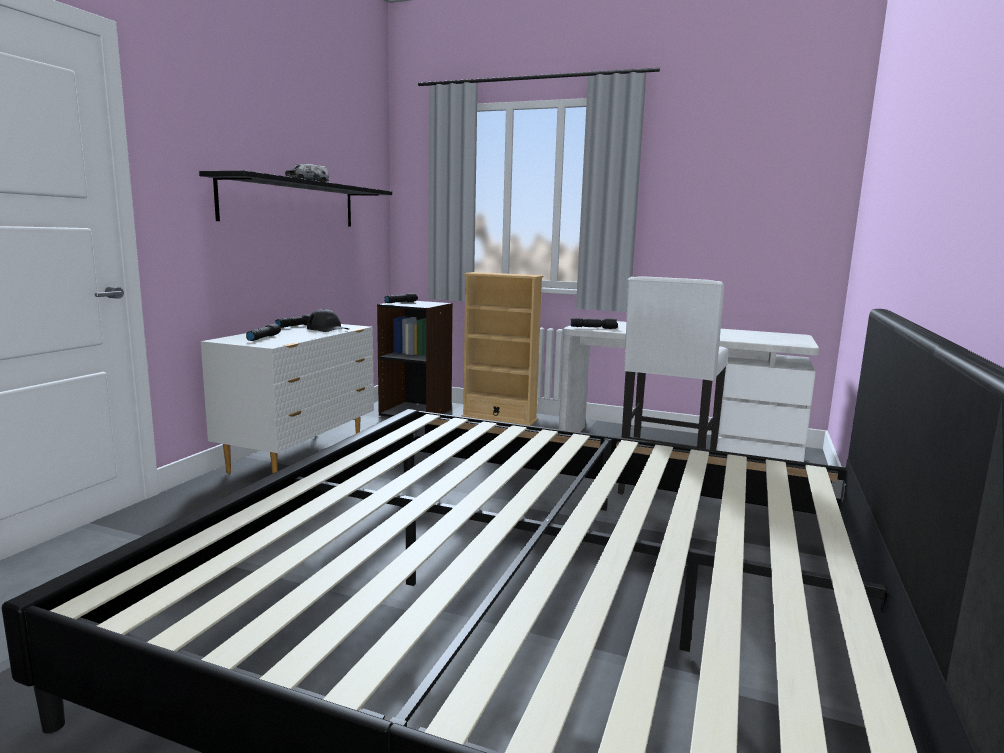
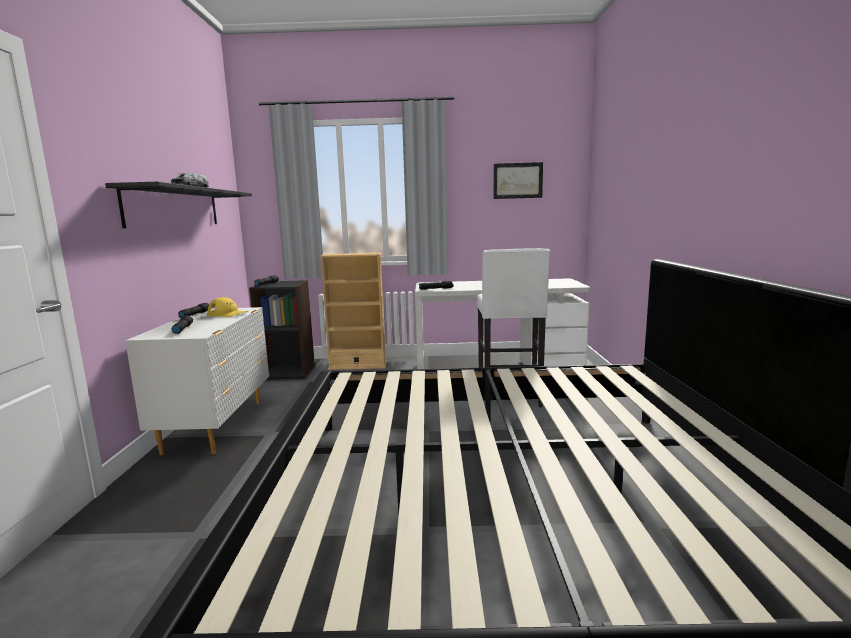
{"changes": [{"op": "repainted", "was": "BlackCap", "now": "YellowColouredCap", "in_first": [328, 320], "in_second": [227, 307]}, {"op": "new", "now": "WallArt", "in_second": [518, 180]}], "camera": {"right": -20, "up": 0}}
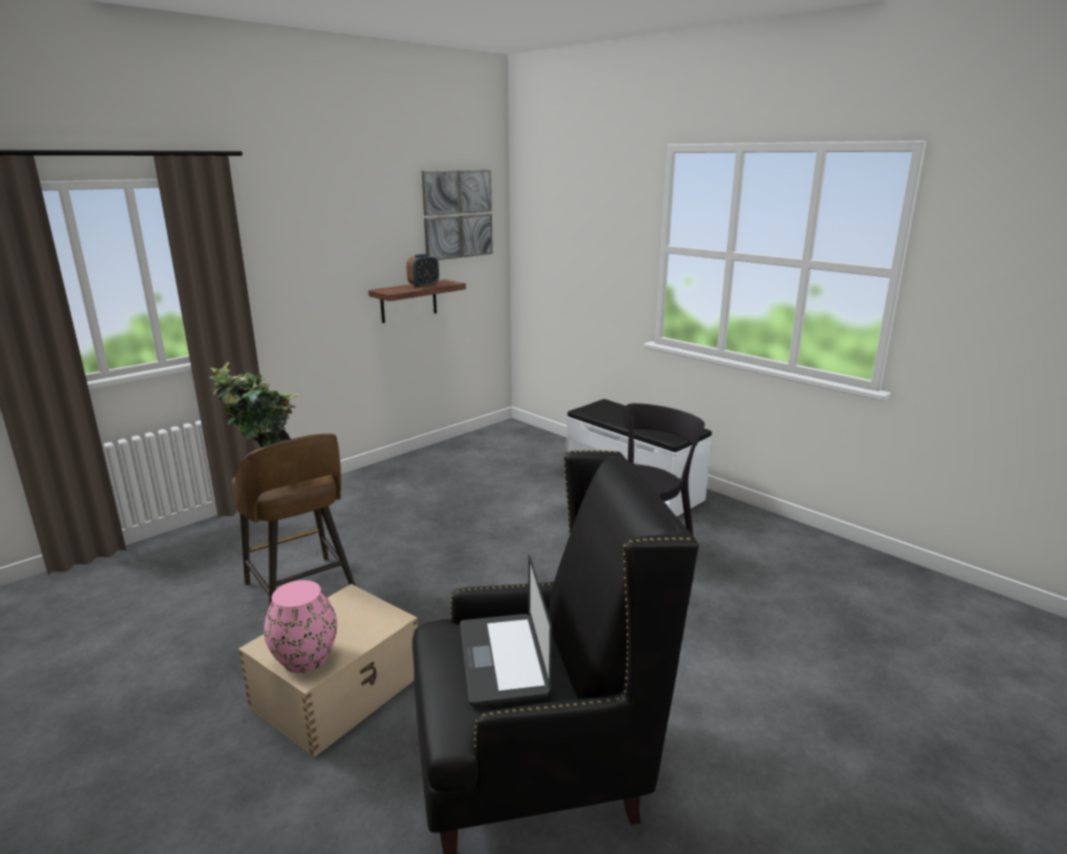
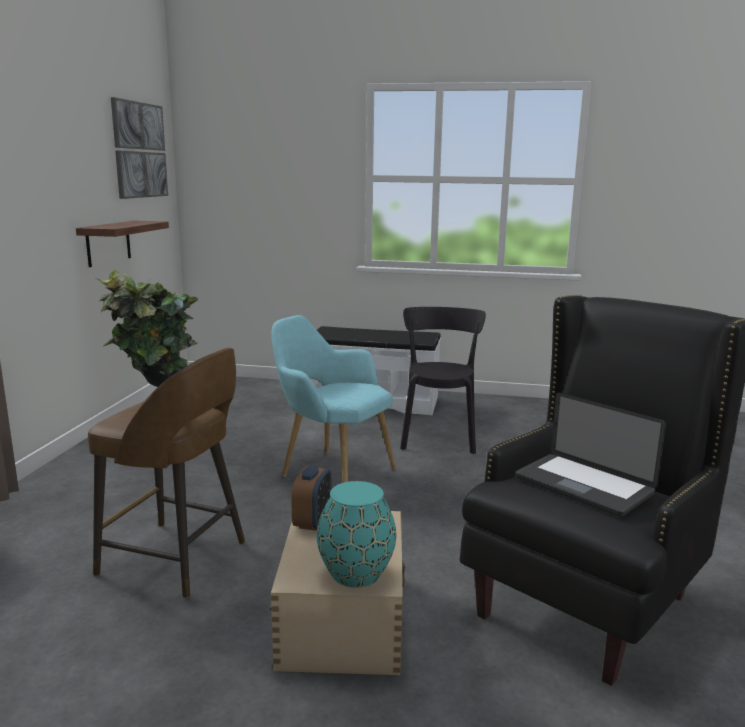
{"changes": [{"op": "repainted", "was": "PinkColouredFlowerVase", "now": "TurquoiseFlowerVase", "in_first": [300, 626], "in_second": [356, 534]}, {"op": "shifted", "was": "TableClock", "in_first": [422, 271], "in_second": [311, 498]}, {"op": "new", "now": "TurquoiseArmchair", "in_second": [333, 399]}], "camera": {"right": -35, "up": -5}}
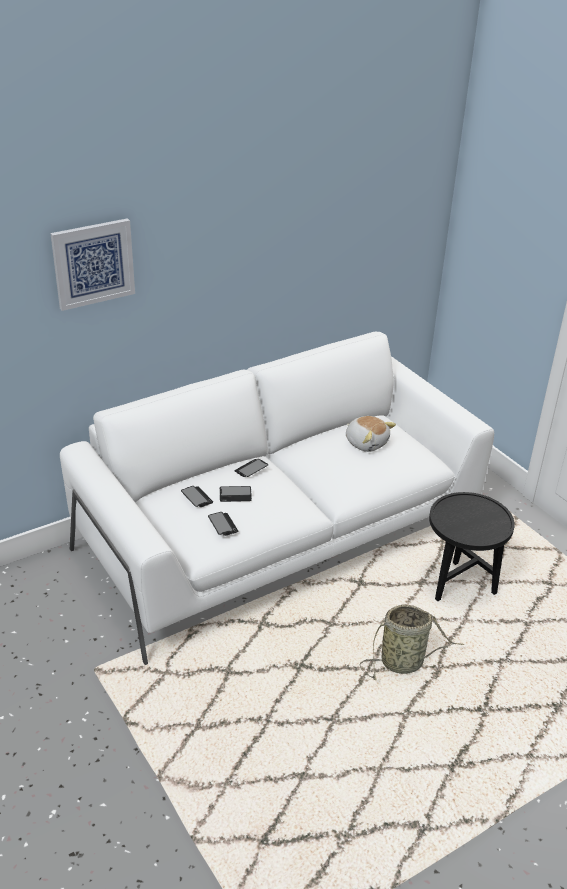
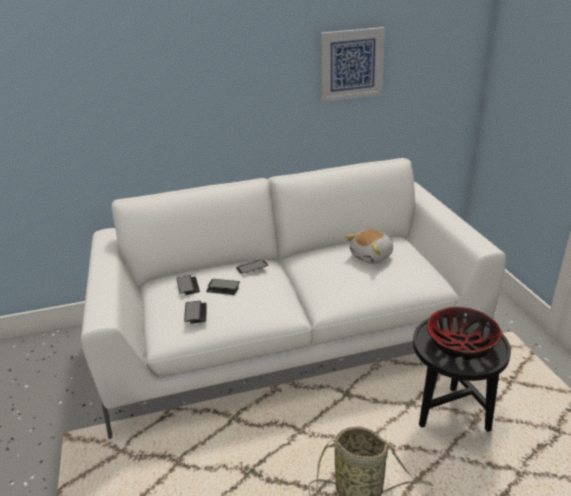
{"changes": [{"op": "shifted", "was": "WallArt", "in_first": [92, 264], "in_second": [352, 64]}, {"op": "rotated", "was": "CuddlyToy", "in_first": [371, 434], "in_second": [369, 247], "clockwise": 75}, {"op": "new", "now": "Bowl", "in_second": [464, 333]}], "camera": {"right": 20, "up": -5}}
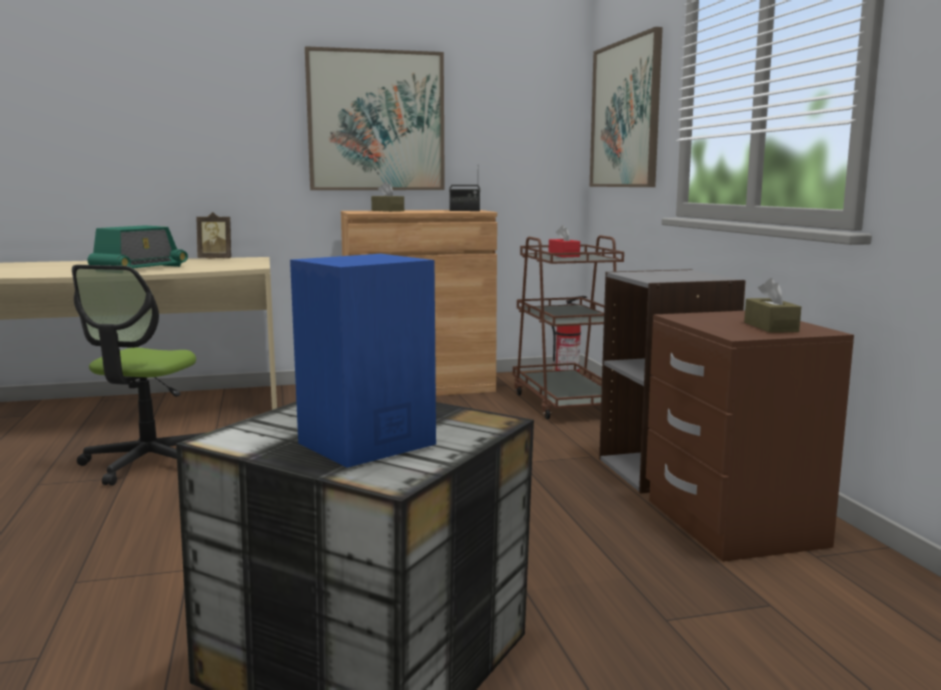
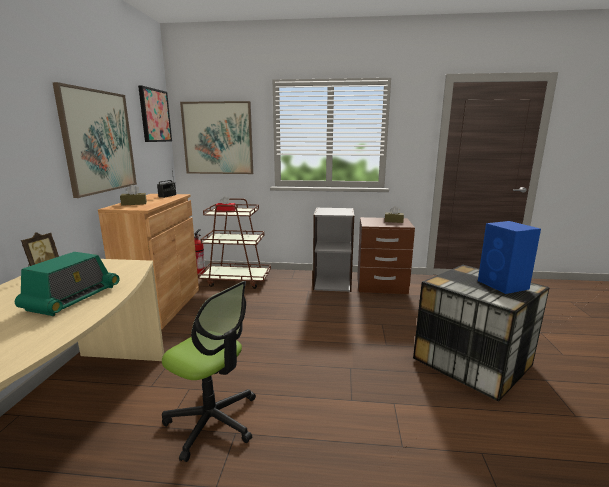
{"changes": [{"op": "rotated", "was": "RadioReceiver", "in_first": [137, 246], "in_second": [67, 284], "clockwise": 60}, {"op": "new", "now": "WallArt", "in_second": [155, 113]}], "camera": {"right": -70, "up": 5}}
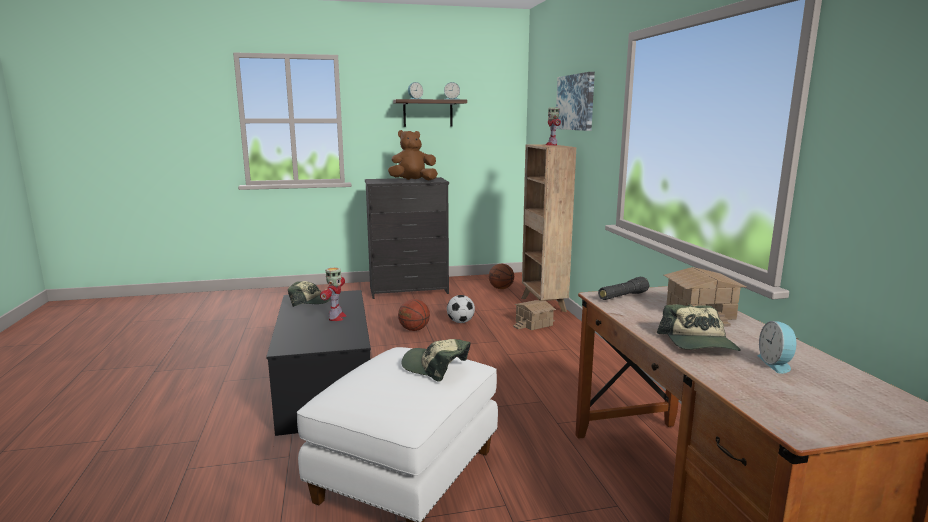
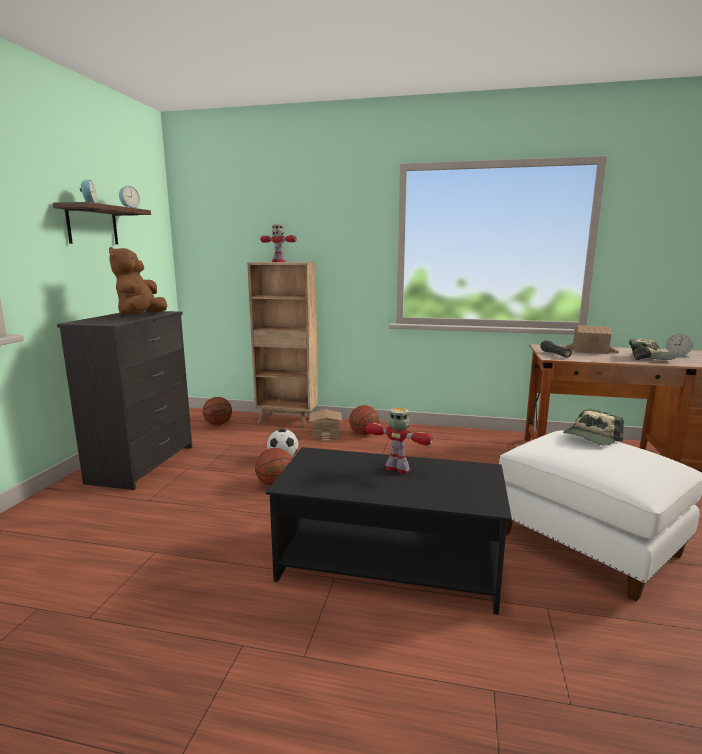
{"changes": [{"op": "gone", "was": "Cap", "in_first": [309, 294]}, {"op": "gone", "was": "WallArt", "in_first": [575, 101]}, {"op": "new", "now": "BallForBasketball", "in_second": [364, 420]}], "camera": {"right": -65, "up": 0}}
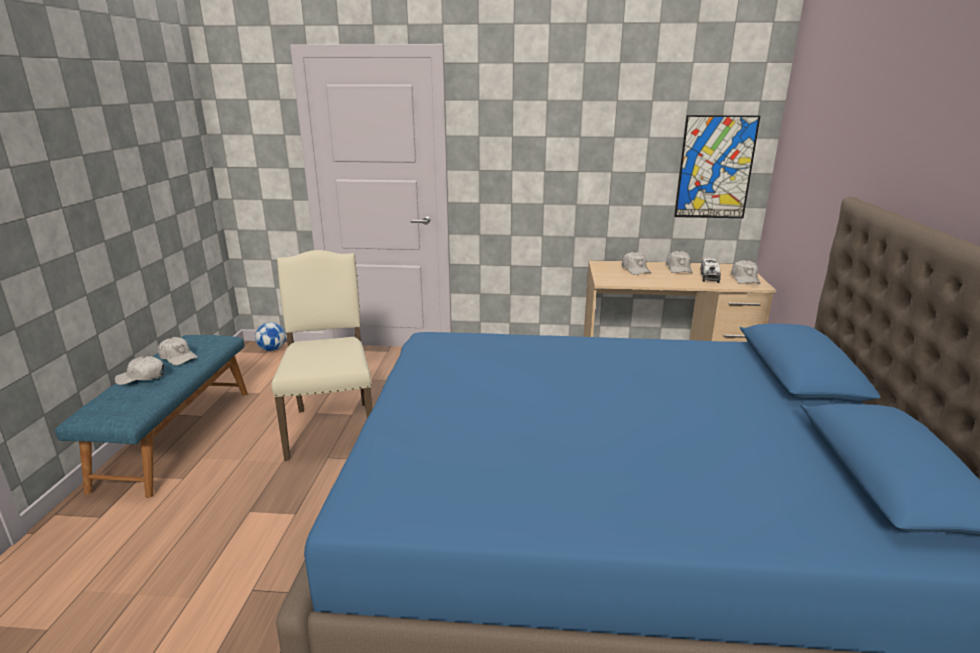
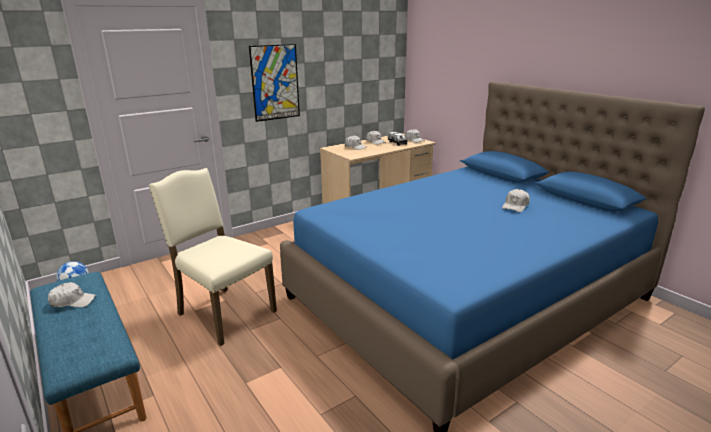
{"changes": [{"op": "shifted", "was": "WhiteCap", "in_first": [139, 370], "in_second": [516, 200]}, {"op": "shifted", "was": "WallArt", "in_first": [717, 166], "in_second": [274, 83]}], "camera": {"right": -40, "up": 0}}
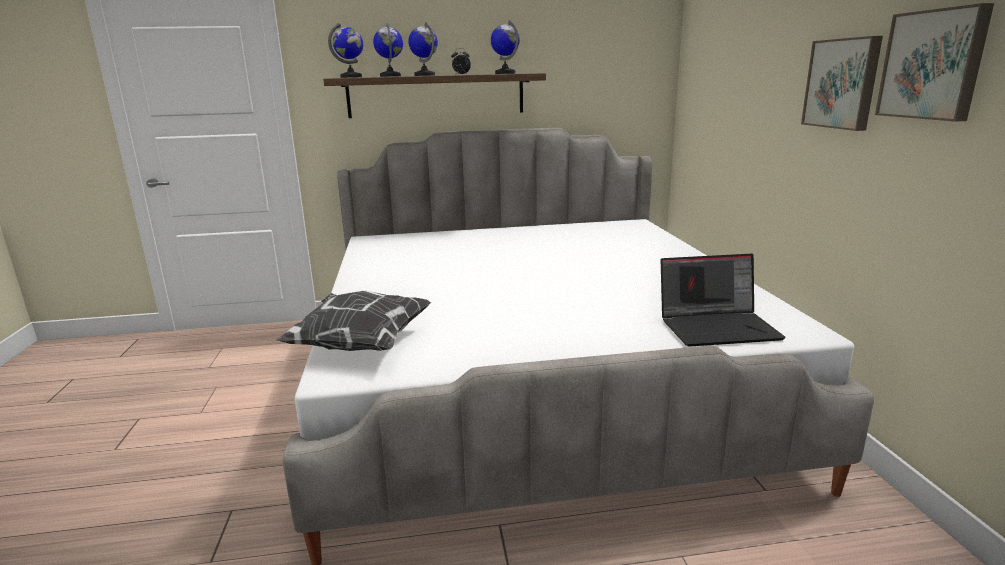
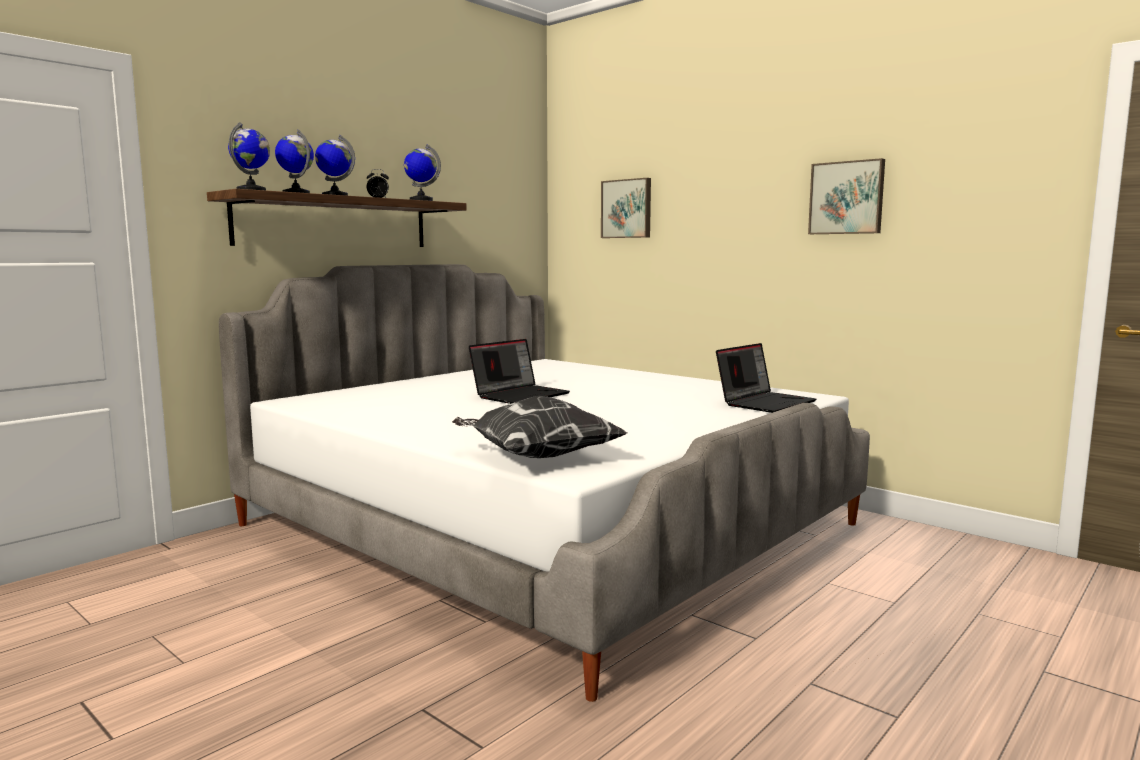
{"changes": [{"op": "shifted", "was": "WallArt", "in_first": [842, 83], "in_second": [626, 208]}, {"op": "new", "now": "NotebookComputer", "in_second": [519, 371]}], "camera": {"right": -40, "up": -10}}
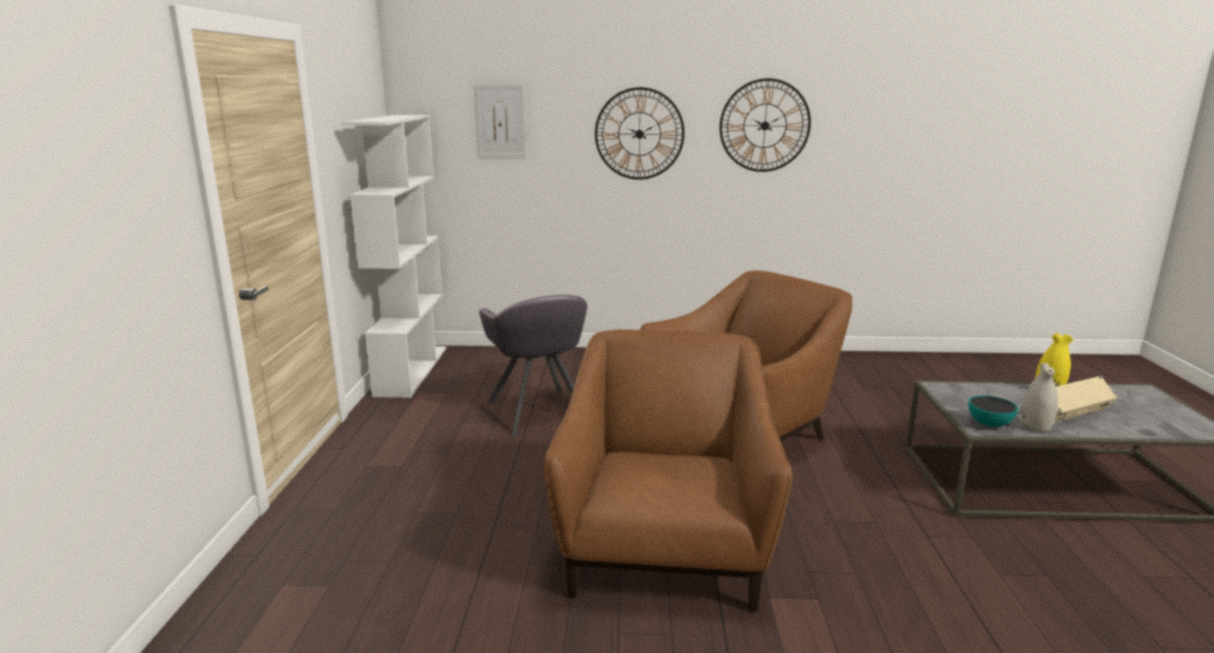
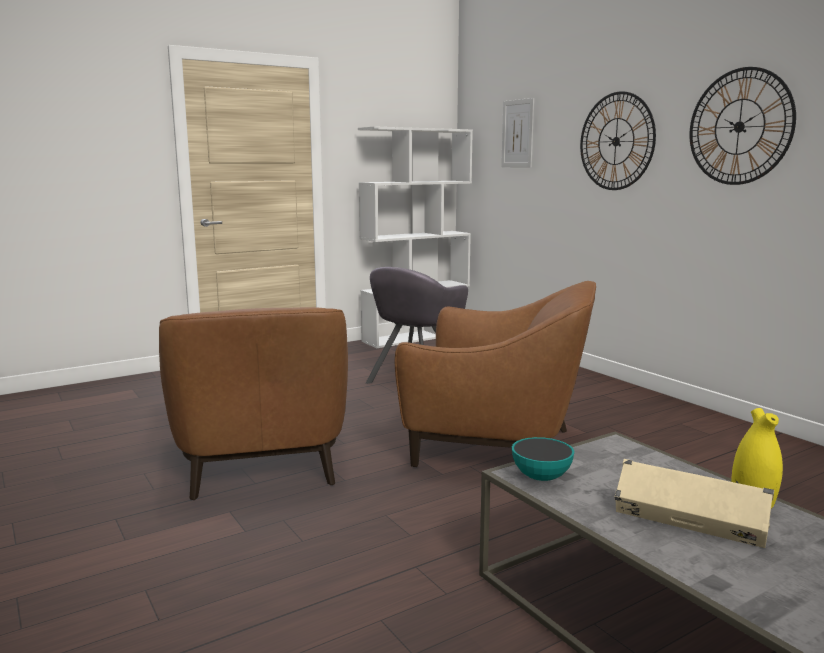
{"changes": [{"op": "rotated", "was": "BrownColouredArmchair", "in_first": [668, 470], "in_second": [253, 403], "clockwise": 105}, {"op": "gone", "was": "WhiteFlowerVase", "in_first": [1039, 397]}], "camera": {"right": 55, "up": -5}}
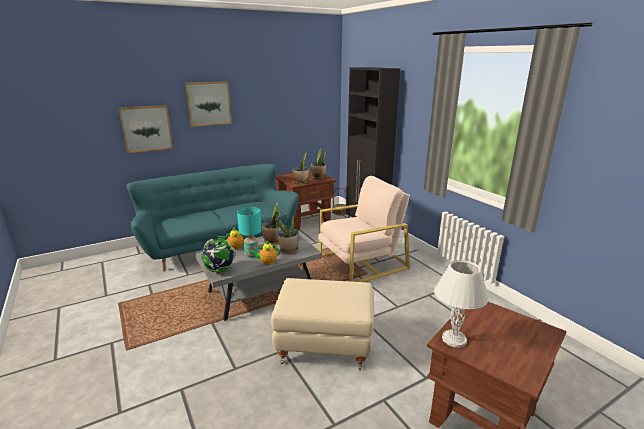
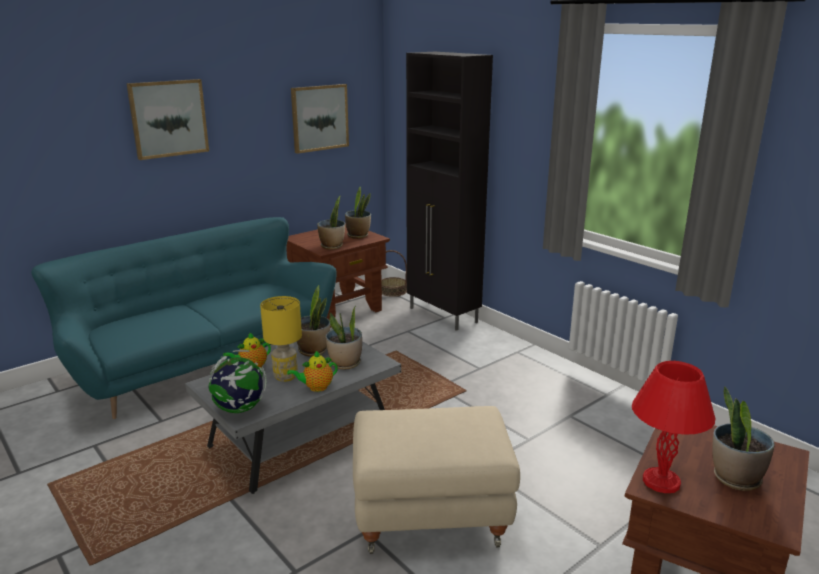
{"changes": [{"op": "shifted", "was": "WallArt", "in_first": [146, 129], "in_second": [320, 119]}, {"op": "repainted", "was": "TurquoiseTabletopLamp", "now": "YellowColouredTabletopLamp", "in_first": [249, 232], "in_second": [281, 339]}, {"op": "gone", "was": "BeigeArmchair", "in_first": [364, 229]}, {"op": "repainted", "was": "WhiteTabletopLamp", "now": "RedColouredTabletopLamp", "in_first": [461, 304], "in_second": [673, 427]}, {"op": "new", "now": "PottedPlant", "in_second": [743, 439]}], "camera": {"right": -10, "up": 0}}
